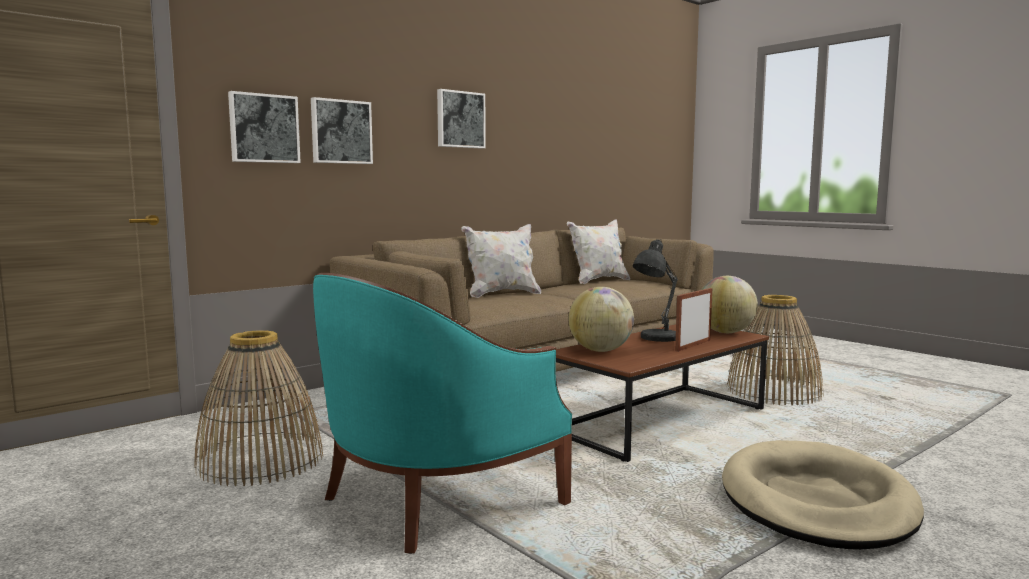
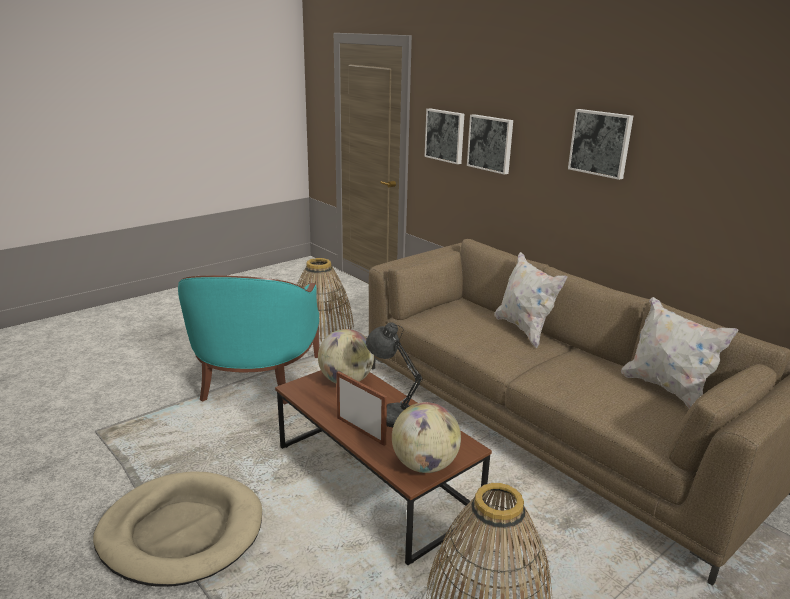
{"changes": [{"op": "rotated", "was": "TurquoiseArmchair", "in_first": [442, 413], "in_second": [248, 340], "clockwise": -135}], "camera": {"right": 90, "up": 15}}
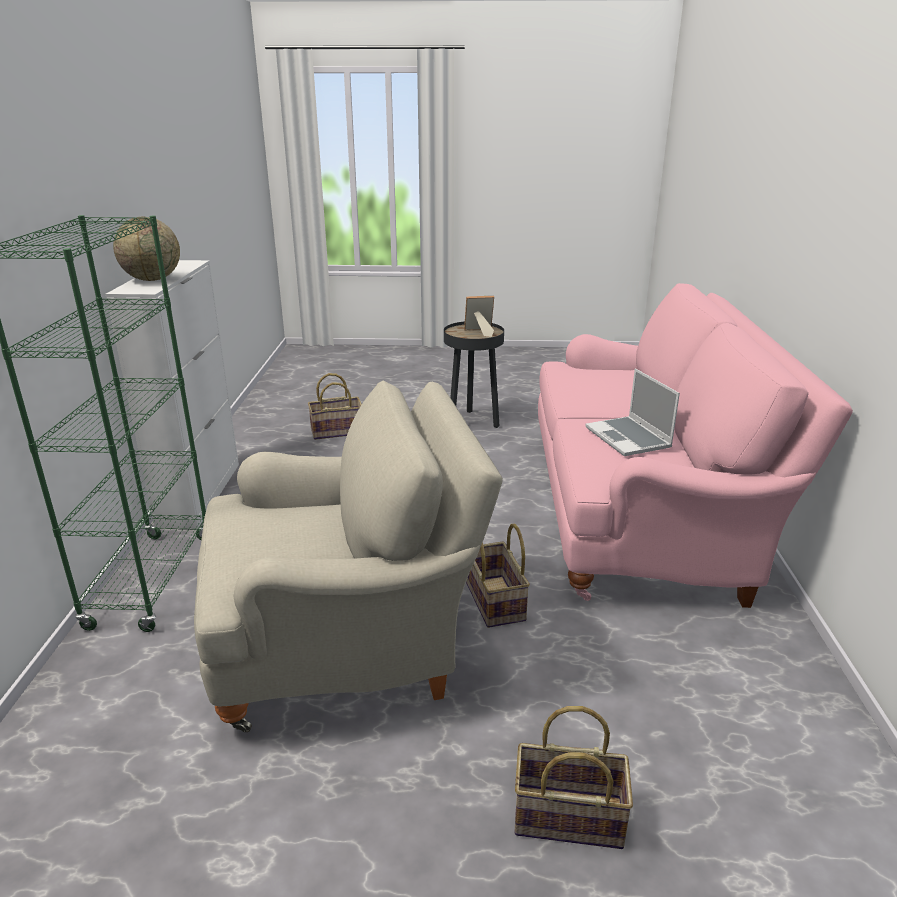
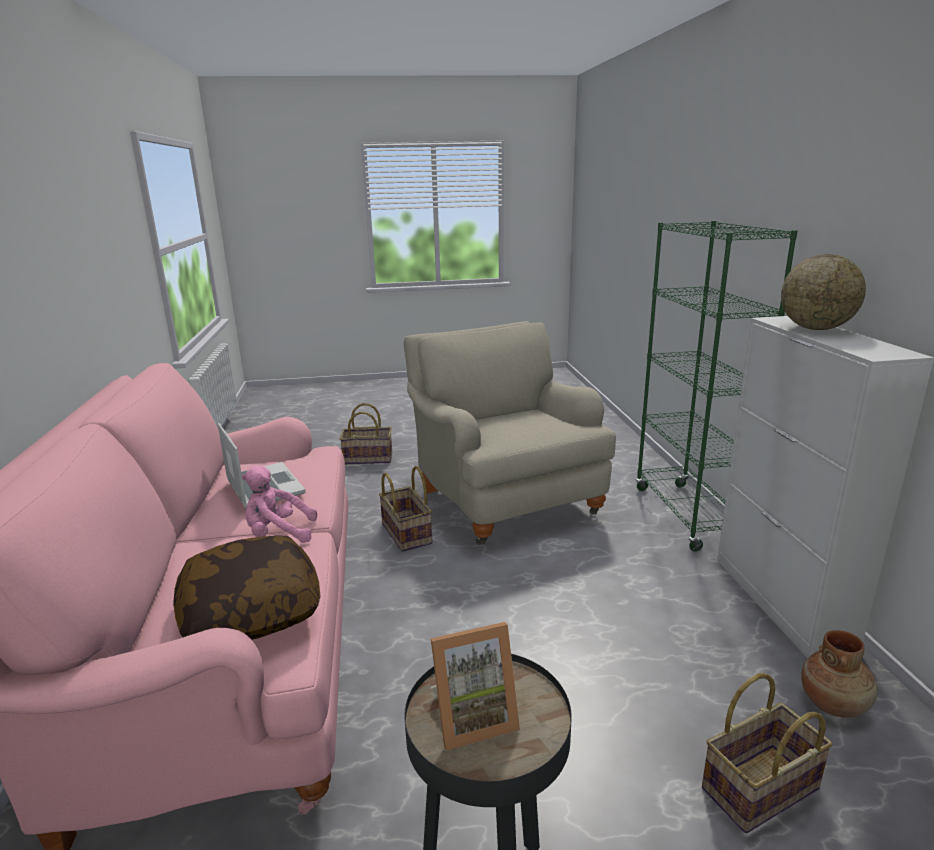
{"changes": [{"op": "rotated", "was": "BeigeArmchair", "in_first": [348, 556], "in_second": [510, 433], "clockwise": 90}, {"op": "new", "now": "Cushion", "in_second": [246, 588]}, {"op": "new", "now": "PinkColouredCuddlyToy", "in_second": [279, 504]}, {"op": "new", "now": "BrownColouredFlowerVase", "in_second": [839, 674]}], "camera": {"right": 170, "up": -5}}
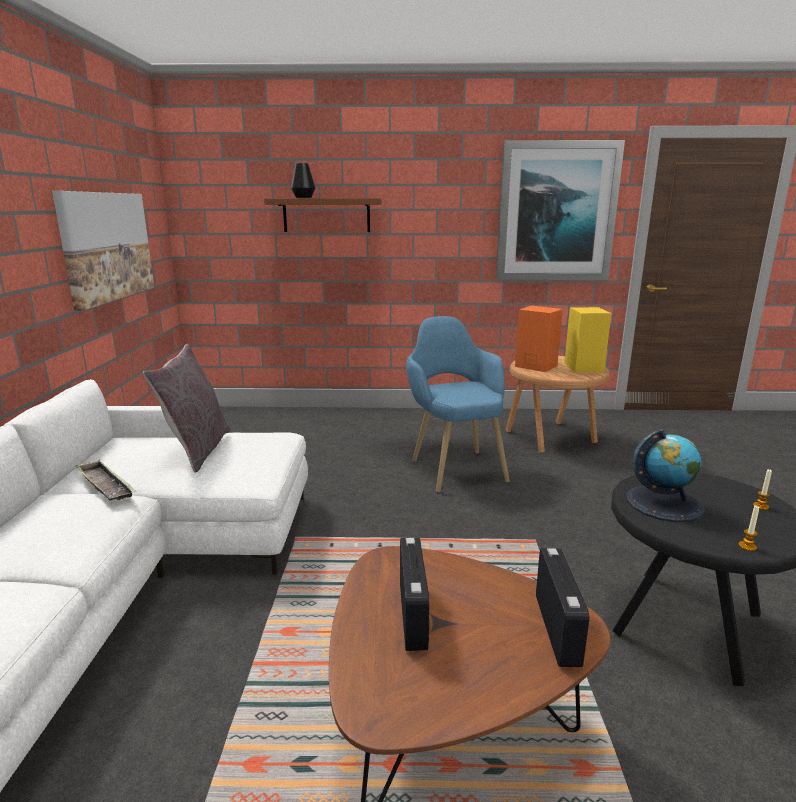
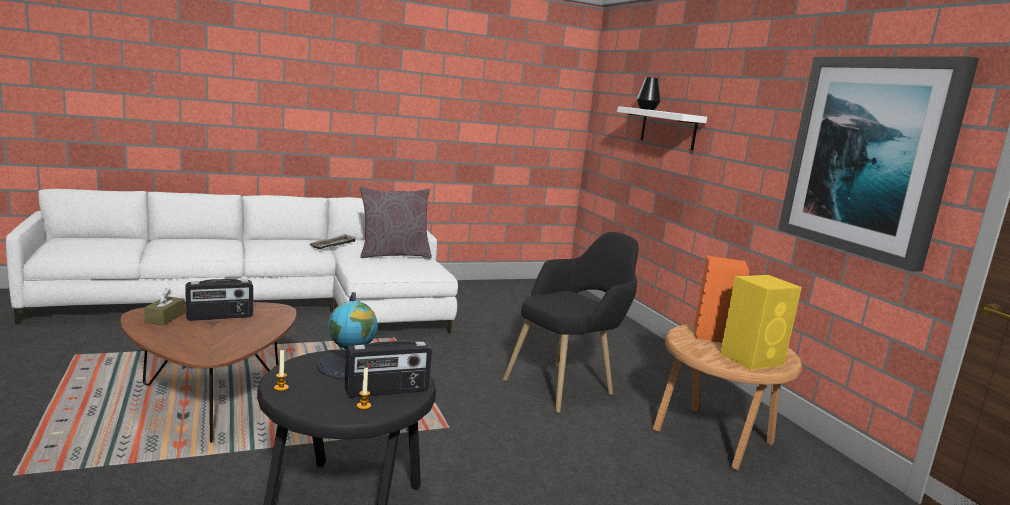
{"changes": [{"op": "gone", "was": "WallArt", "in_first": [103, 251]}, {"op": "repainted", "was": "BrownColouredWallShelf", "now": "WhiteWallShelf", "in_first": [323, 215], "in_second": [662, 128]}, {"op": "repainted", "was": "BlueArmchair", "now": "BlackArmchair", "in_first": [458, 404], "in_second": [571, 322]}, {"op": "shifted", "was": "RadioReceiver", "in_first": [562, 607], "in_second": [388, 369]}, {"op": "new", "now": "BrownColouredBoxOfTissues", "in_second": [164, 306]}], "camera": {"right": 65, "up": -5}}
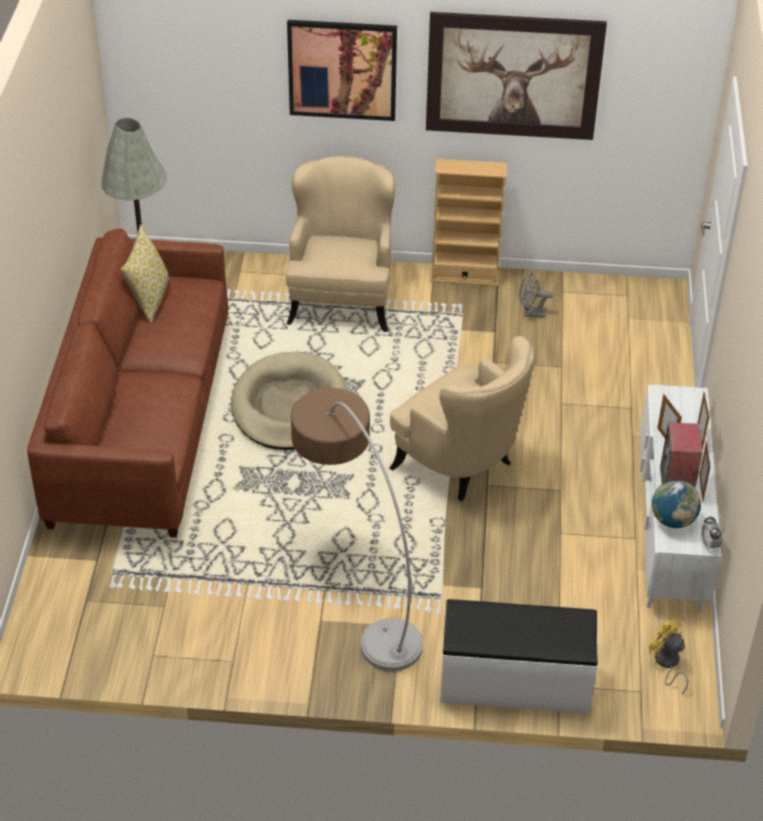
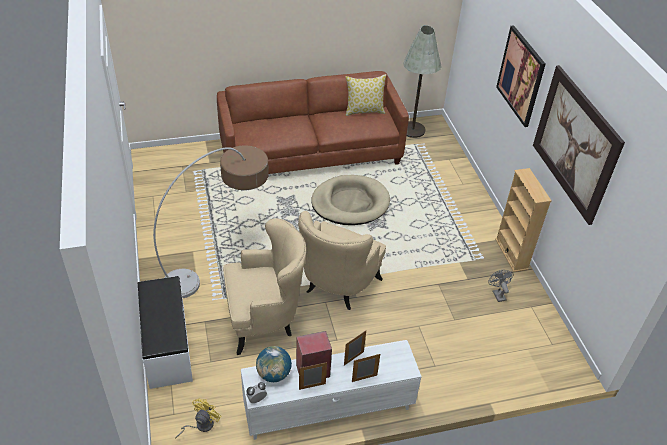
{"changes": [{"op": "shifted", "was": "BeigeArmchair", "in_first": [341, 244], "in_second": [264, 286]}], "camera": {"right": 70, "up": 0}}
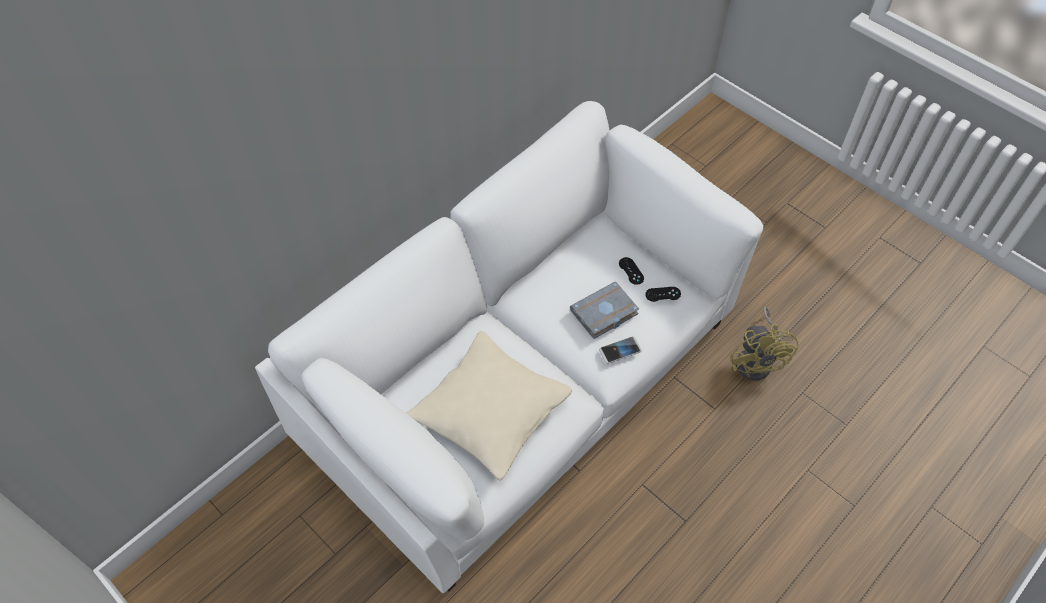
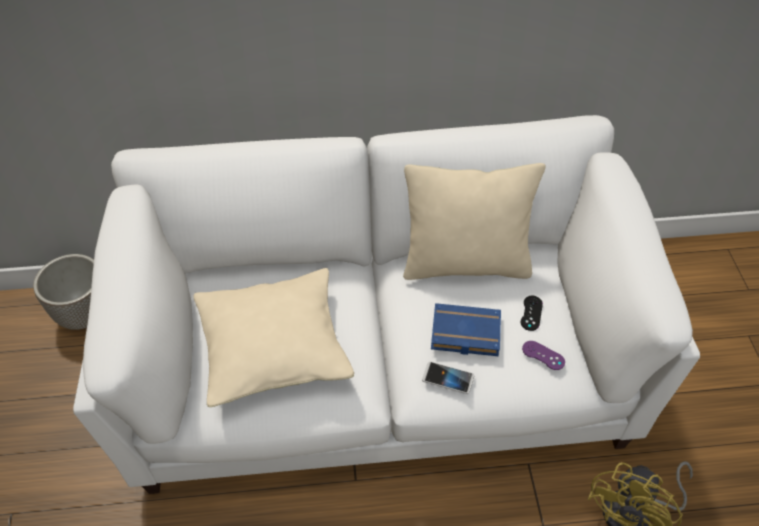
{"changes": [{"op": "repainted", "was": "GreyishVolume", "now": "BlueVolume", "in_first": [604, 310], "in_second": [466, 329]}, {"op": "repainted", "was": "BlackJoypad", "now": "PurpleColouredJoypad", "in_first": [663, 294], "in_second": [543, 355]}, {"op": "new", "now": "Planter", "in_second": [63, 292]}, {"op": "new", "now": "BeigeCushion", "in_second": [474, 221]}], "camera": {"right": 40, "up": -5}}
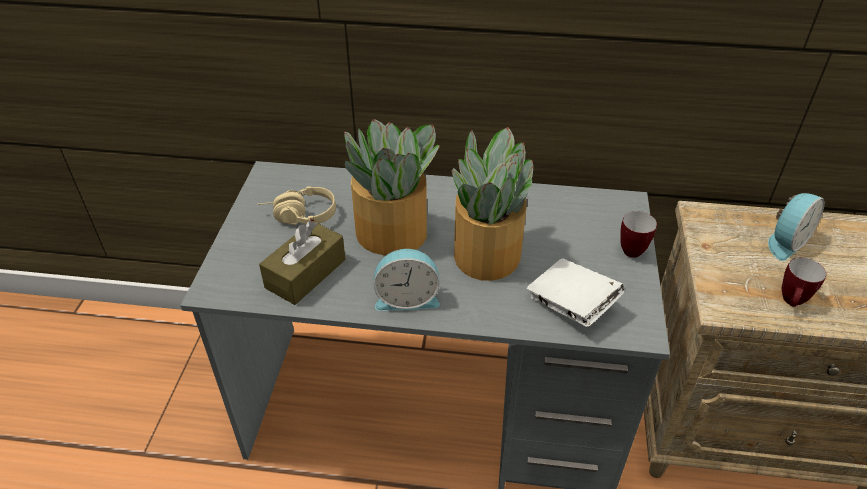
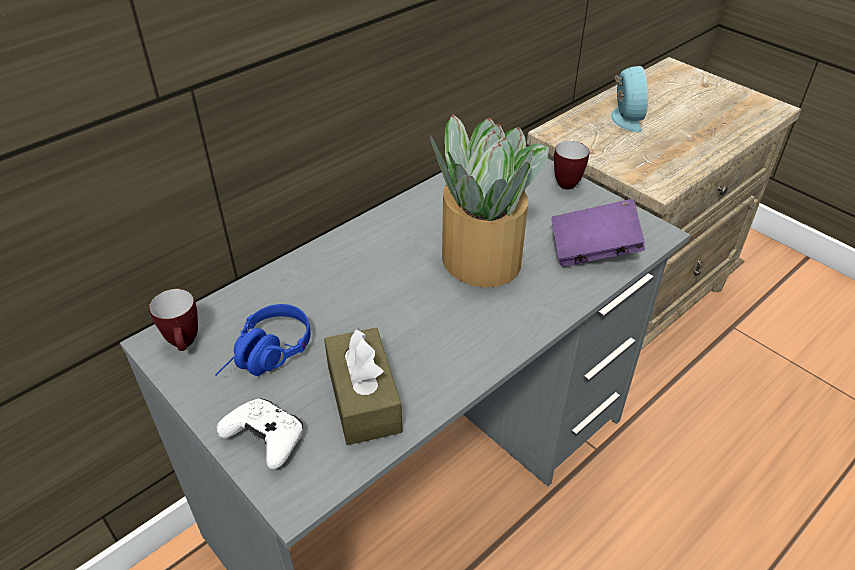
{"changes": [{"op": "repainted", "was": "BeigeHeadphones", "now": "BlueHeadphones", "in_first": [296, 205], "in_second": [263, 340]}, {"op": "gone", "was": "PottedPlant", "in_first": [392, 187]}, {"op": "gone", "was": "TableClock", "in_first": [407, 280]}, {"op": "repainted", "was": "WhiteVolume", "now": "PurpleColouredVolume", "in_first": [576, 293], "in_second": [598, 233]}, {"op": "shifted", "was": "CoffeeMug", "in_first": [804, 282], "in_second": [173, 320]}, {"op": "new", "now": "WhiteJoypad", "in_second": [259, 433]}], "camera": {"right": -50, "up": 0}}
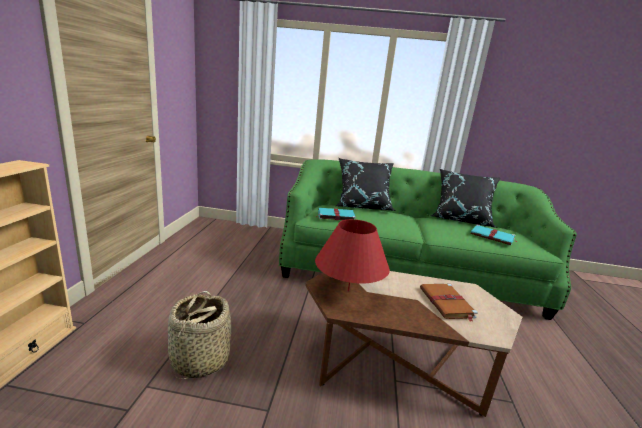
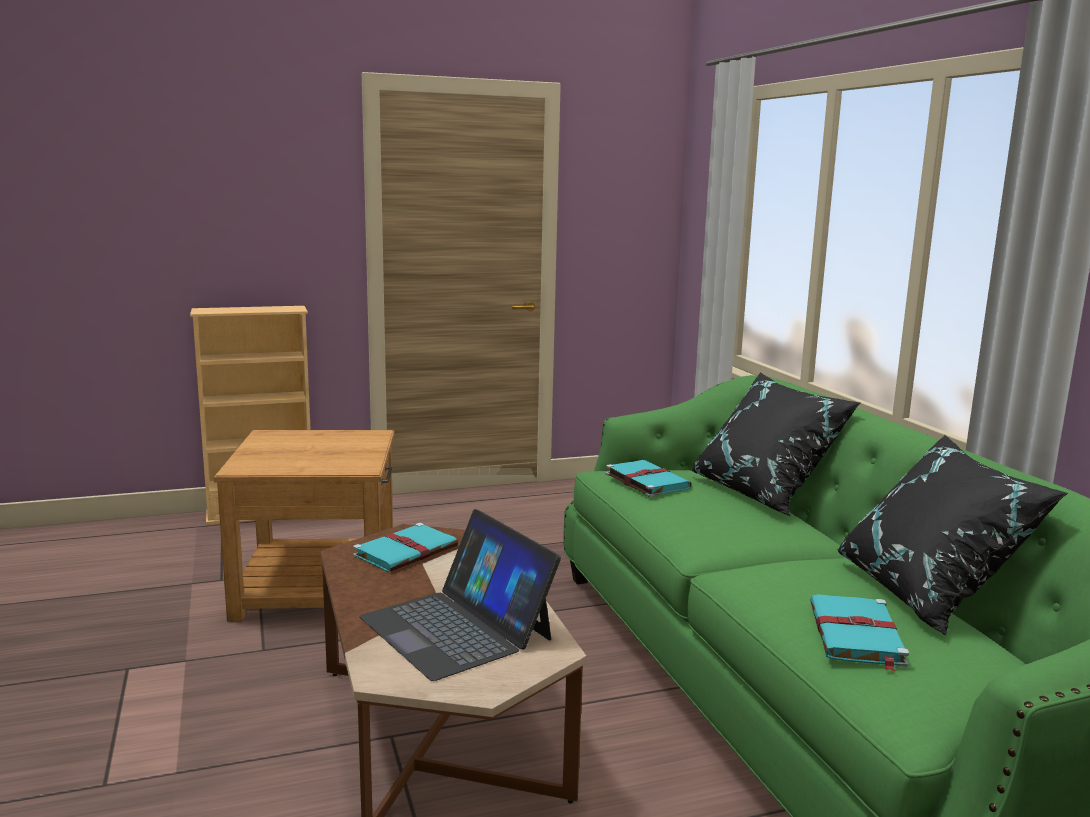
{"changes": [{"op": "swapped", "was": "HouseholdBasket", "now": "BrownColouredSideTable", "in_first": [199, 335], "in_second": [304, 526]}, {"op": "swapped", "was": "RedColouredTabletopLamp", "now": "TurquoiseVolume", "in_first": [352, 255], "in_second": [405, 547]}, {"op": "swapped", "was": "BrownColouredVolume", "now": "NotebookComputer", "in_first": [449, 303], "in_second": [460, 595]}], "camera": {"right": 65, "up": -5}}
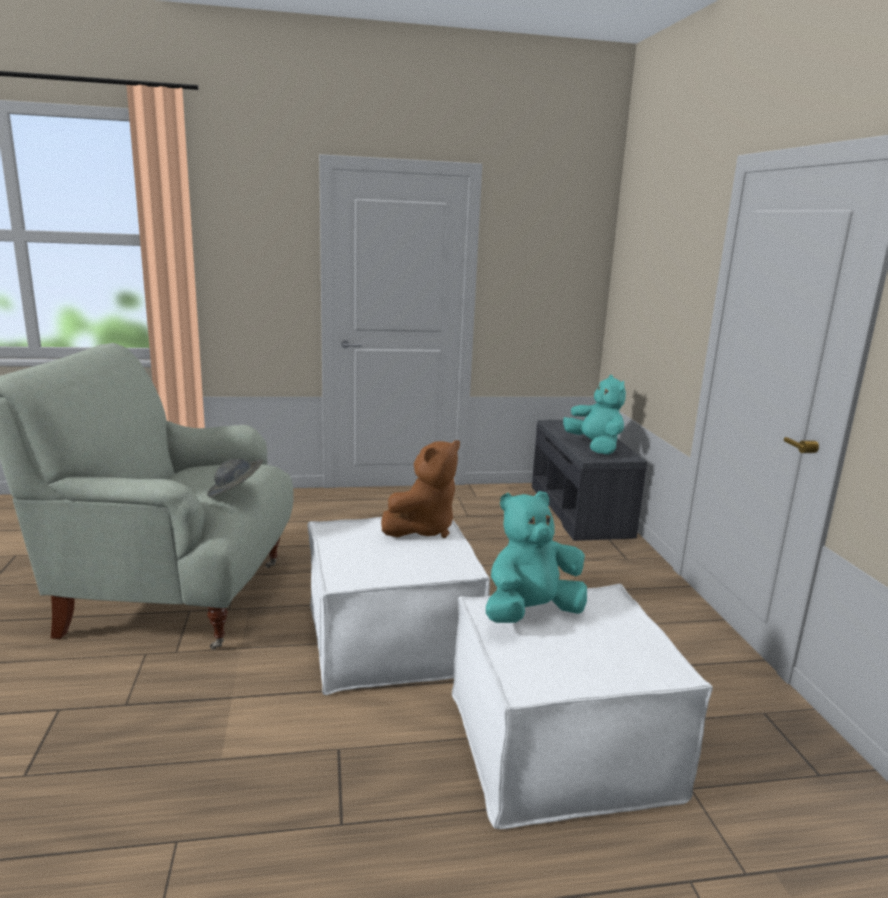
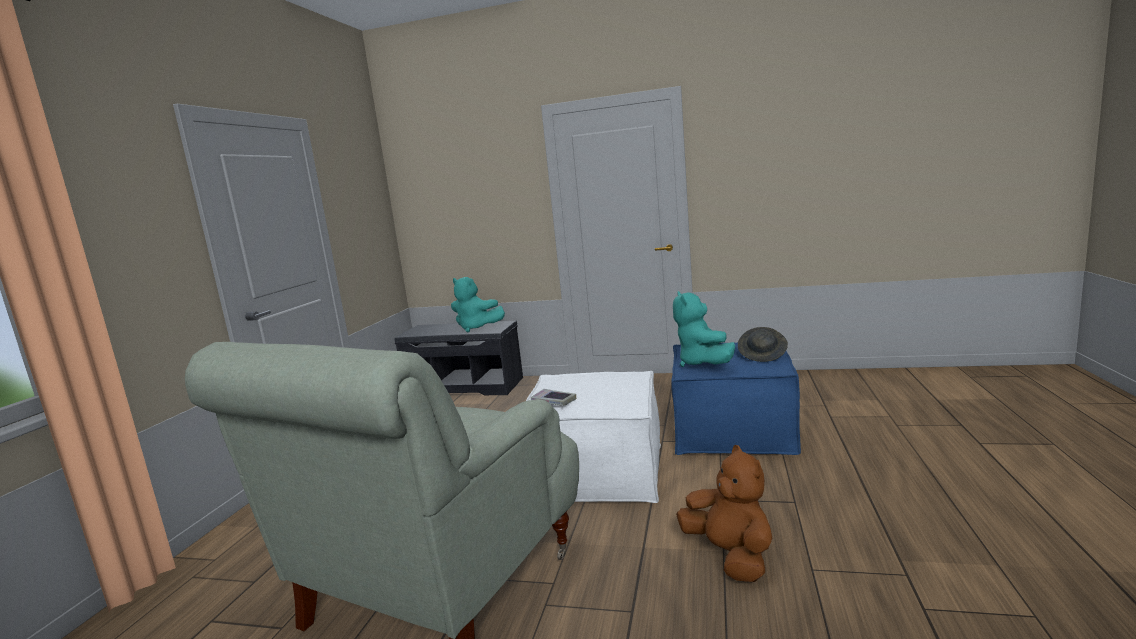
{"changes": [{"op": "shifted", "was": "GreyishWearableHat", "in_first": [235, 478], "in_second": [763, 344]}, {"op": "shifted", "was": "BrownColouredCuddlyToy", "in_first": [420, 489], "in_second": [724, 513]}, {"op": "repainted", "was": "WhiteOttoman", "now": "BlueOttoman", "in_first": [582, 706], "in_second": [736, 399]}, {"op": "rotated", "was": "TurquoiseCuddlyToy", "in_first": [594, 415], "in_second": [478, 305], "clockwise": -150}, {"op": "new", "now": "Volume", "in_second": [553, 397]}], "camera": {"right": -65, "up": -5}}
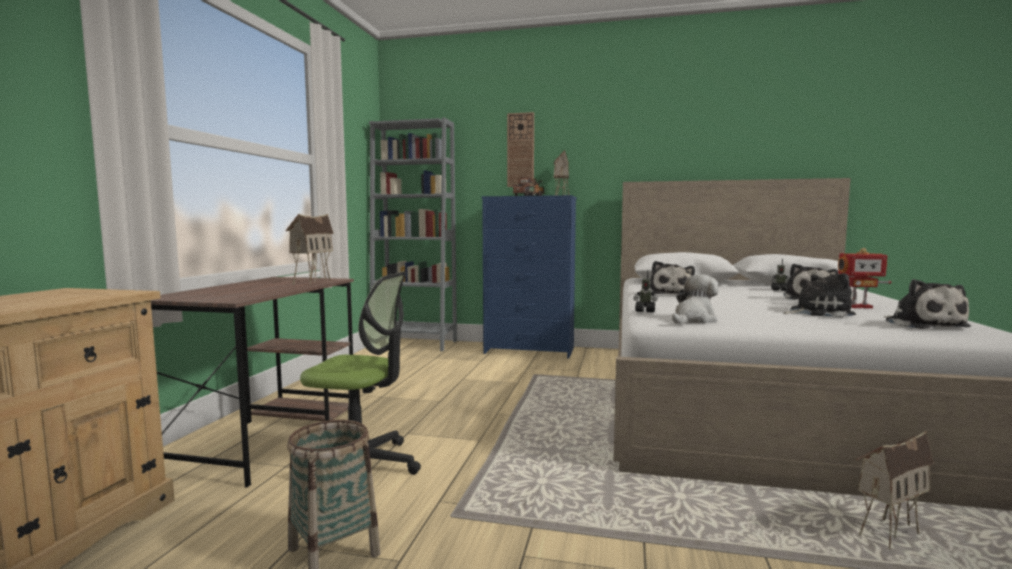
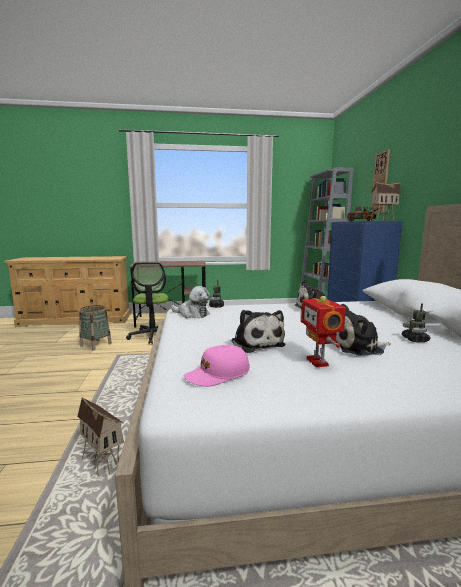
{"changes": [{"op": "gone", "was": "ModelHouse", "in_first": [309, 249]}, {"op": "swapped", "was": "CuddlyToy", "now": "PinkColouredCap", "in_first": [927, 304], "in_second": [217, 366]}], "camera": {"right": 70, "up": 5}}
